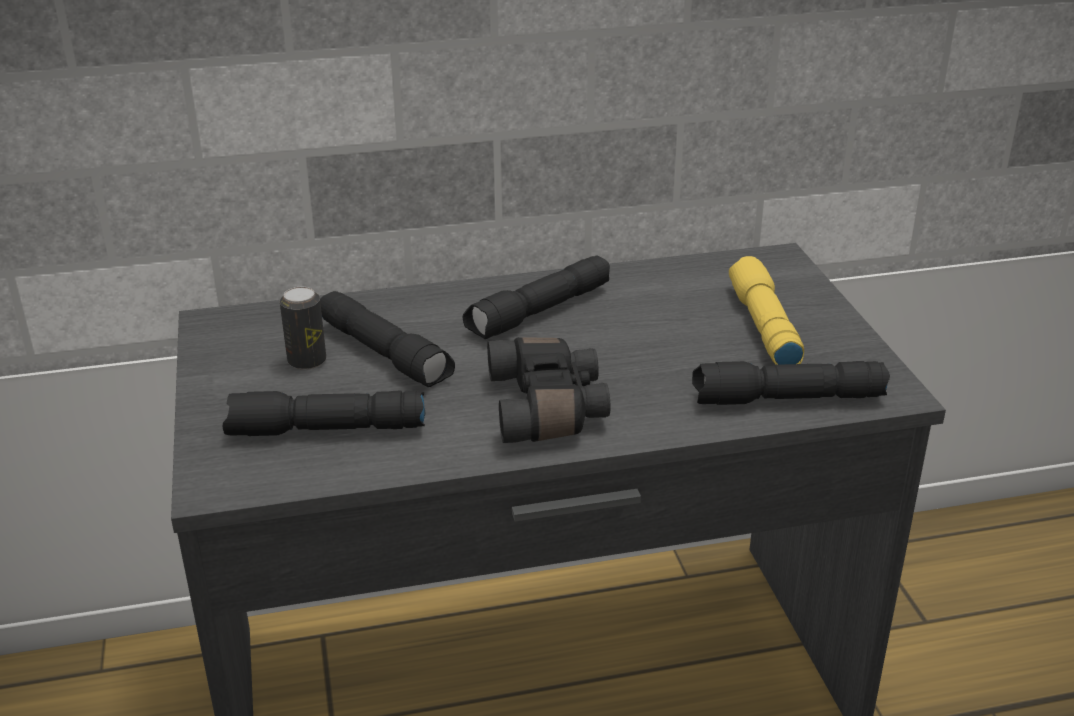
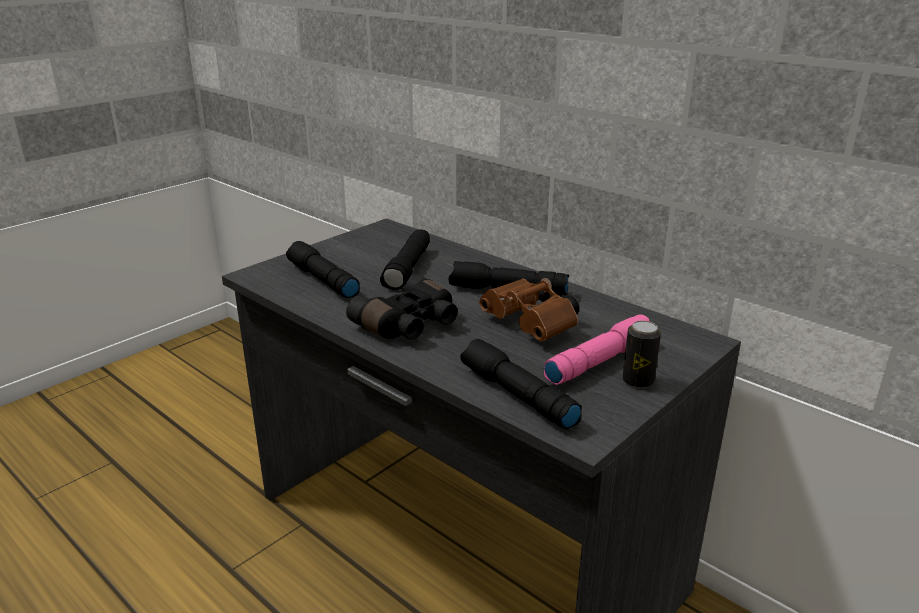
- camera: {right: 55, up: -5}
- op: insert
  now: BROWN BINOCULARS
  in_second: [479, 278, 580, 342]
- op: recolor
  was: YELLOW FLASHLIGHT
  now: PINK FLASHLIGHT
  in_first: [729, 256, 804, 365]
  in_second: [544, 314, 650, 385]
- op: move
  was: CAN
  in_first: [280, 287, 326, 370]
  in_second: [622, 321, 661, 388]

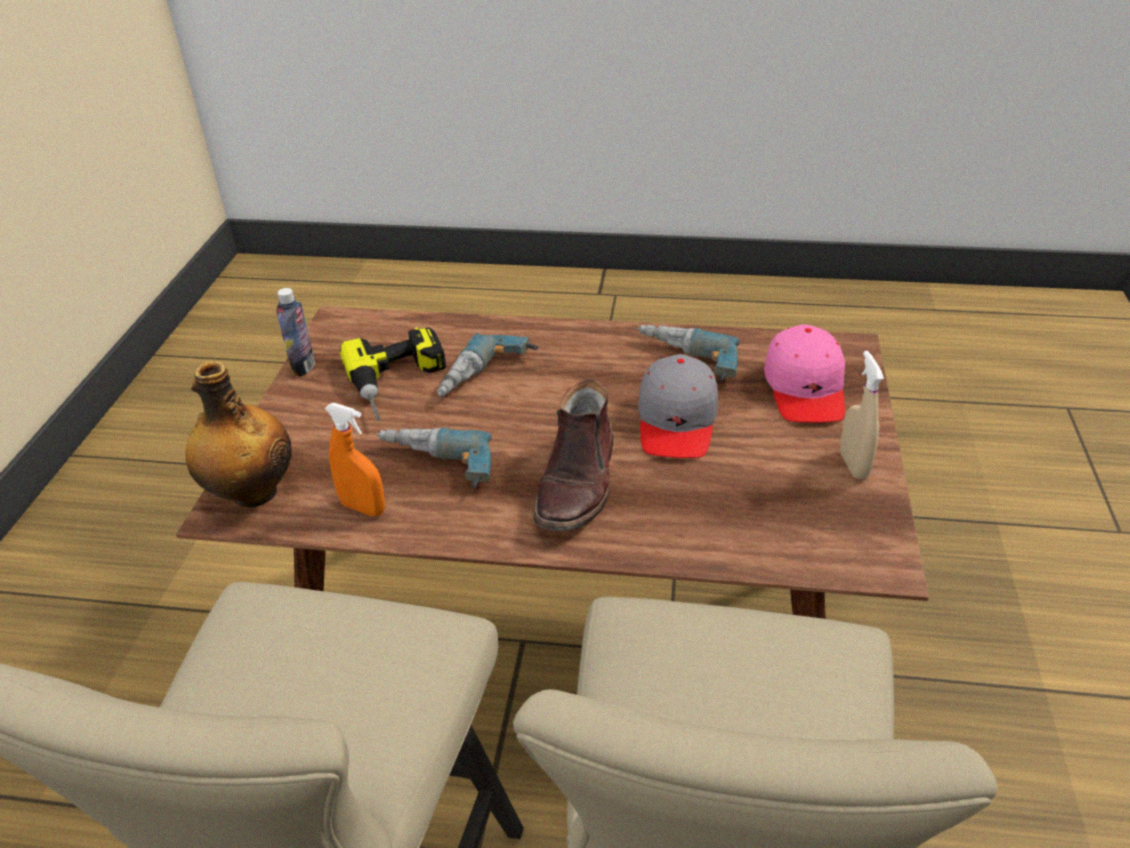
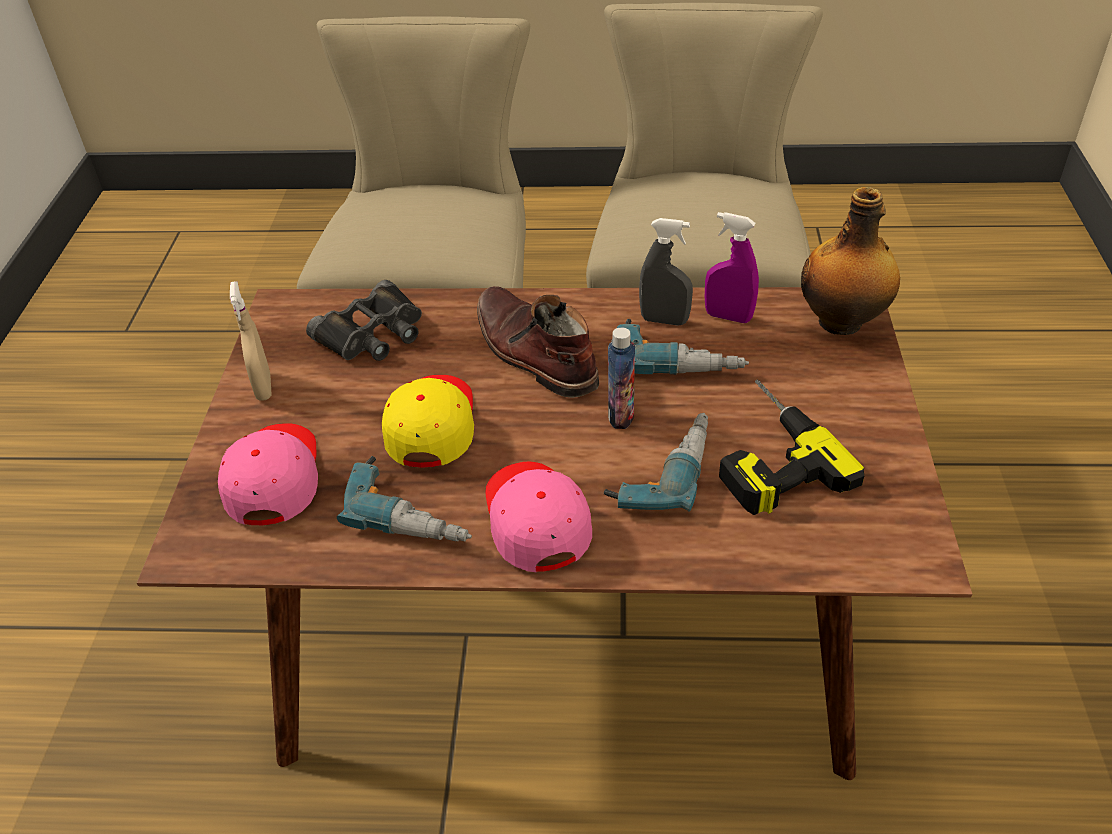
- camera: {right: 175, up: 5}
- op: insert
  now: BLACK BINOCULARS
  in_second: [306, 280, 422, 361]
- op: recolor
  was: GREY CAP
  now: YELLOW CAP
  in_first: [638, 354, 718, 458]
  in_second: [382, 375, 474, 468]
- op: rotate
  was: BROWN BOOT
  in_first: [533, 379, 613, 531]
  in_second: [477, 286, 599, 398]
  clockwise: -45
- op: insert
  now: PINK CAP
  in_second: [486, 462, 592, 572]
- op: move
  was: BOTTLE
  in_first: [276, 288, 315, 376]
  in_second: [608, 327, 635, 429]
- op: insert
  now: GREY SPRAY BOTTLE
  in_second: [639, 218, 693, 326]
- op: recolor
  was: ORANGE SPRAY BOTTLE
  now: PURPLE SPRAY BOTTLE
  in_first: [325, 402, 385, 516]
  in_second: [705, 212, 759, 323]

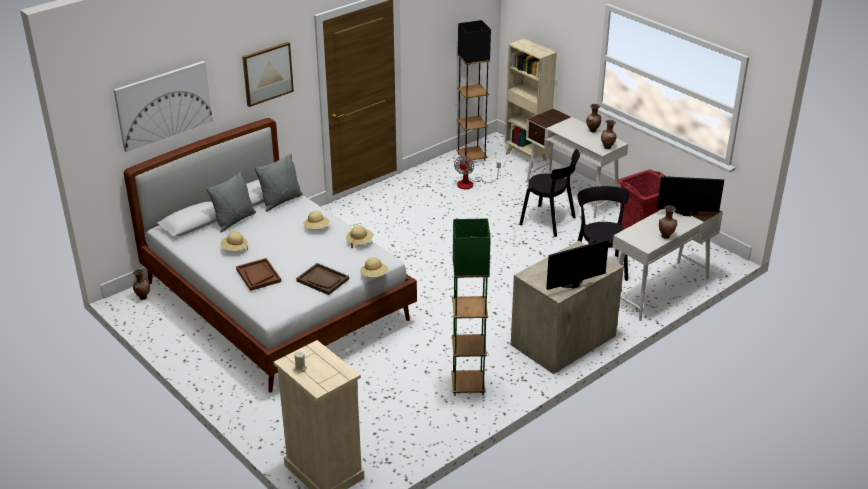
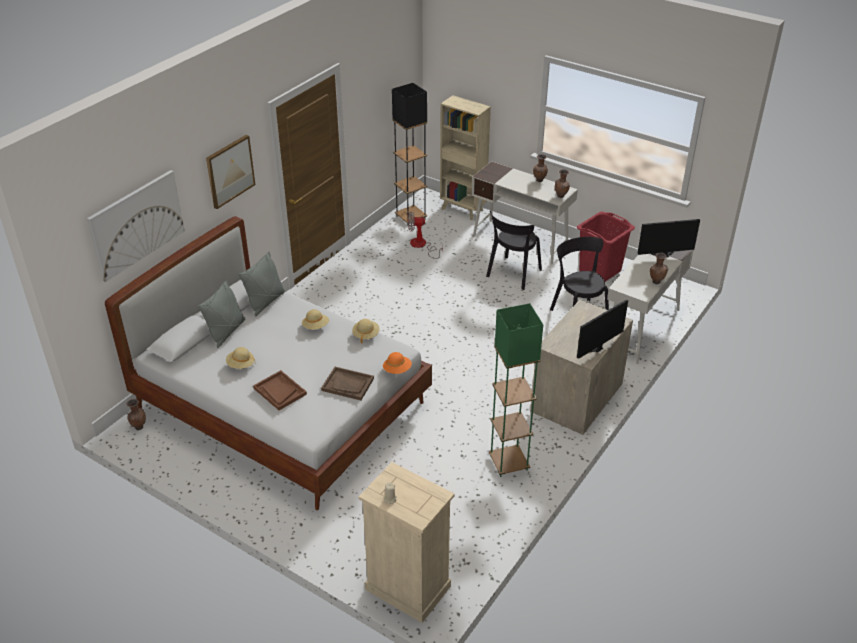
- camera: {right: -15, up: 5}
- op: recolor
  was: BEIGE HAT
  now: ORANGE HAT
  in_first: [360, 257, 388, 277]
  in_second: [383, 352, 412, 374]
- op: rotate
  was: FAN
  in_first: [454, 155, 501, 189]
  in_second: [408, 212, 443, 259]
  clockwise: 90
- op: rotate
  was: BLACK CHAIR
  in_first: [519, 149, 580, 237]
  in_second: [486, 211, 542, 290]
  clockwise: 105

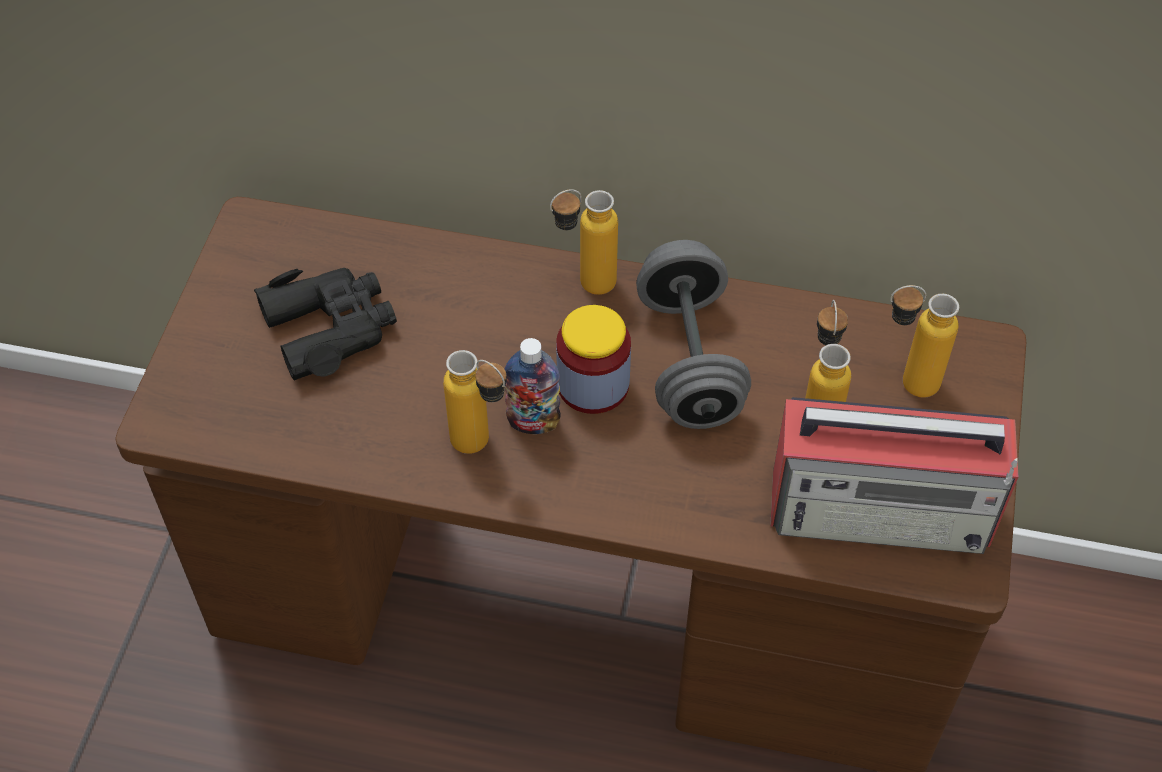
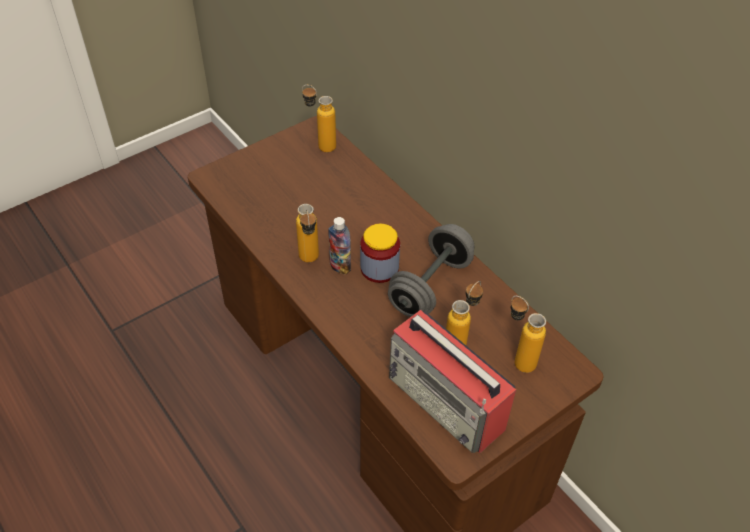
- camera: {right: 40, up: -5}
- op: move
  was: BOTTLE
  in_first: [550, 189, 618, 295]
  in_second: [302, 85, 336, 152]
- op: delete
  was: BLACK BINOCULARS
  in_first: [254, 268, 397, 380]

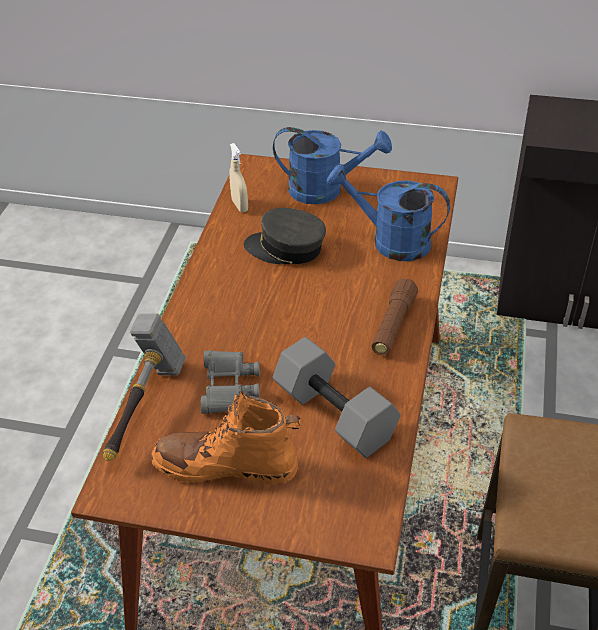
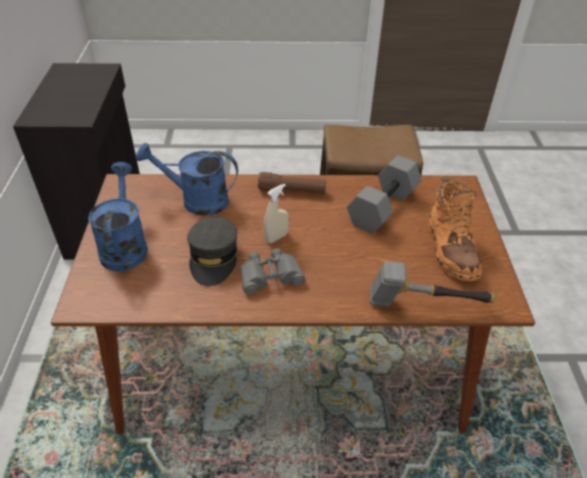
- camera: {right: -105, up: 0}
- op: rotate
  was: BLUE WATERING CAN
  in_first: [327, 164, 450, 261]
  in_second: [136, 143, 238, 216]
  clockwise: 90
- op: move
  was: GREY BINOCULARS
  in_first: [201, 350, 260, 414]
  in_second: [240, 248, 305, 295]
- op: move
  was: BEIGE SPRAY BOTTLE
  in_first: [229, 143, 248, 212]
  in_second: [264, 184, 289, 243]

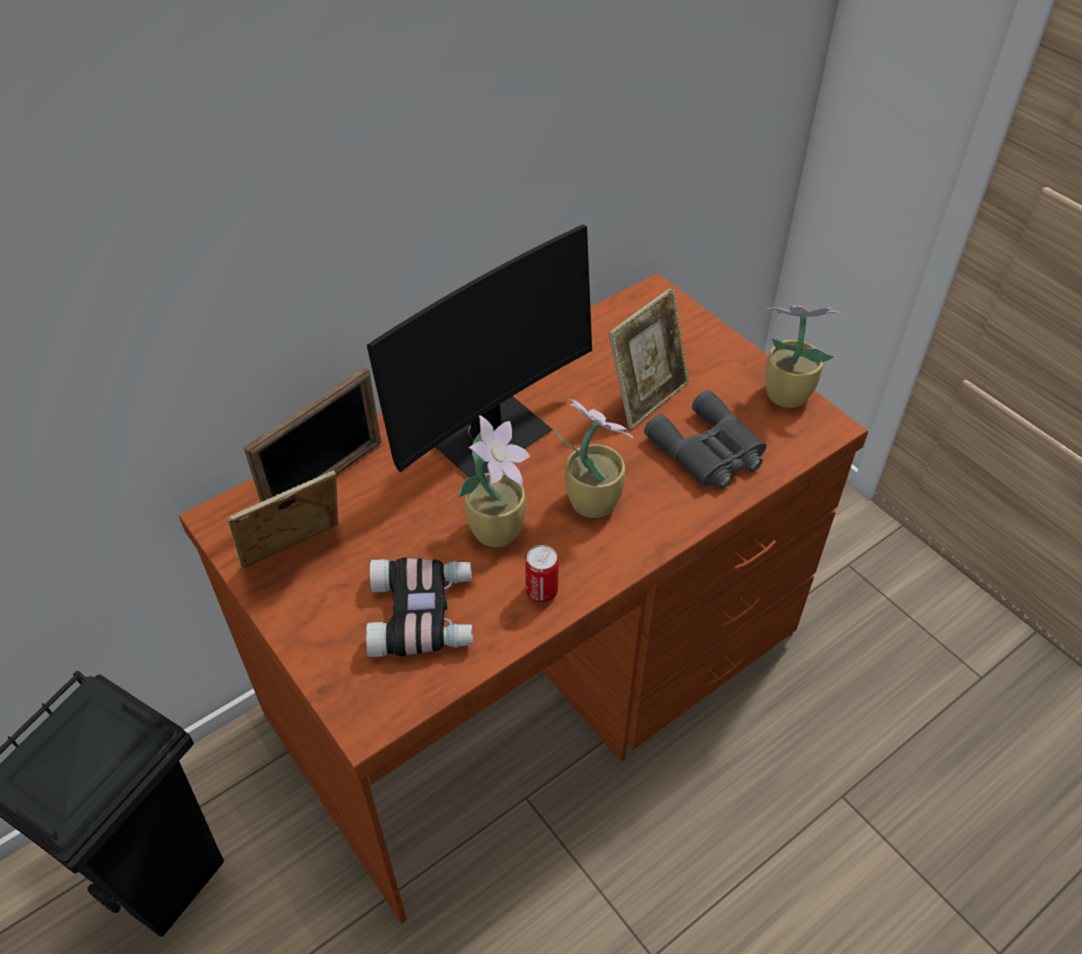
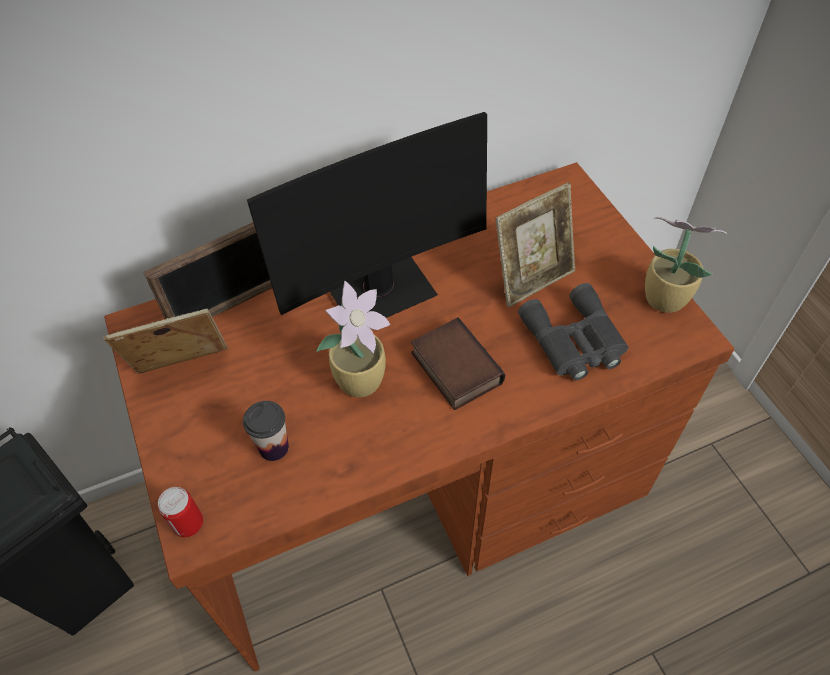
- camera: {right: 15, up: 5}
- op: move
  was: CAN
  in_first: [525, 545, 559, 603]
  in_second: [158, 487, 203, 537]
- op: replace
  was: BINOCULARS
  now: CUP
  in_first: [366, 558, 473, 657]
  in_second: [243, 401, 289, 461]
- op: replace
  was: POTTED PLANT
  now: BOOK
  in_first: [555, 399, 633, 518]
  in_second: [411, 317, 505, 410]

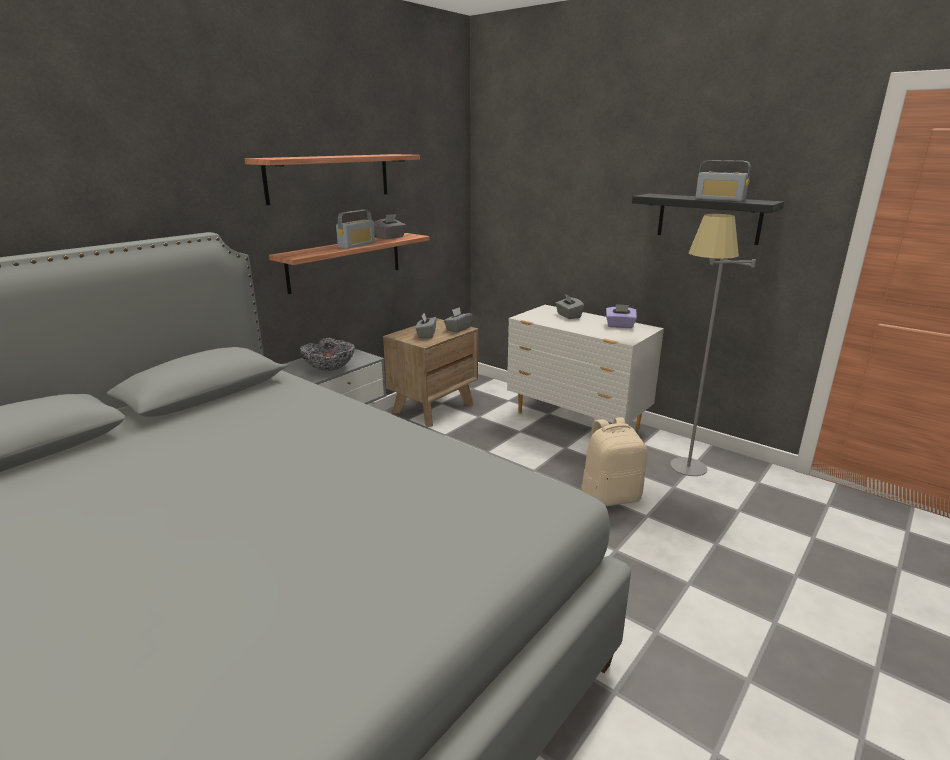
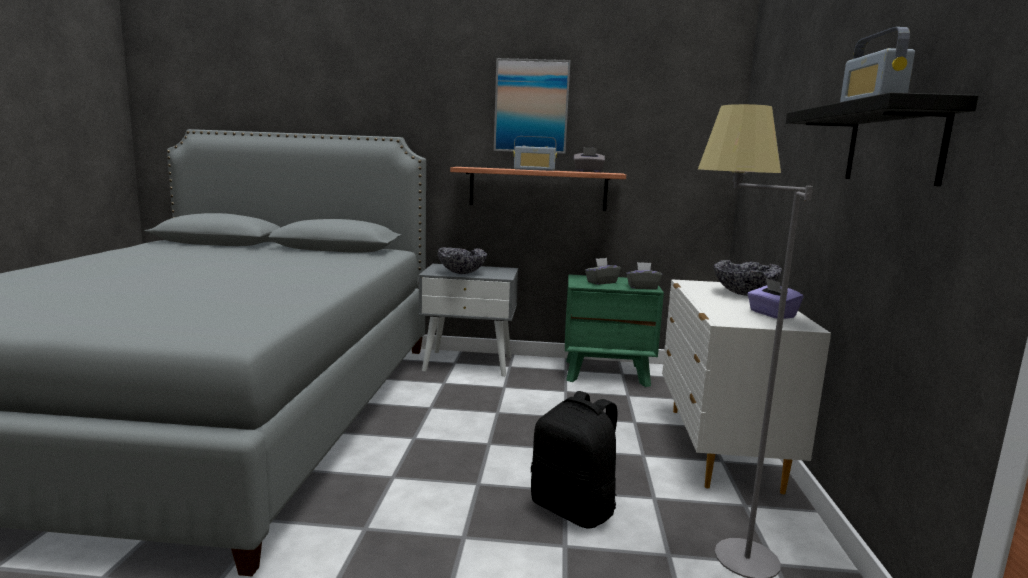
- camera: {right: 55, up: -10}
- op: replace
  was: SHELF
  now: PICTURE
  in_first: [245, 154, 420, 205]
  in_second: [494, 58, 571, 154]
- op: recolor
  was: BEIGE BACKPACK
  now: BLACK BACKPACK
  in_first: [581, 417, 647, 506]
  in_second: [531, 391, 618, 528]
- op: recolor
  was: BROWN NIGHTSTAND
  now: GREEN NIGHTSTAND
  in_first: [383, 318, 478, 427]
  in_second: [565, 274, 664, 387]
- op: replace
  was: GREY TISSUE BOX
  now: BOWL
  in_first: [555, 294, 584, 319]
  in_second: [713, 260, 782, 296]

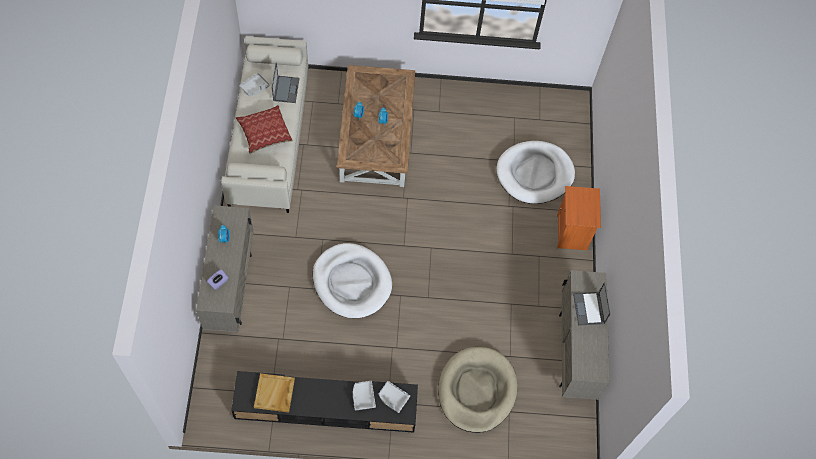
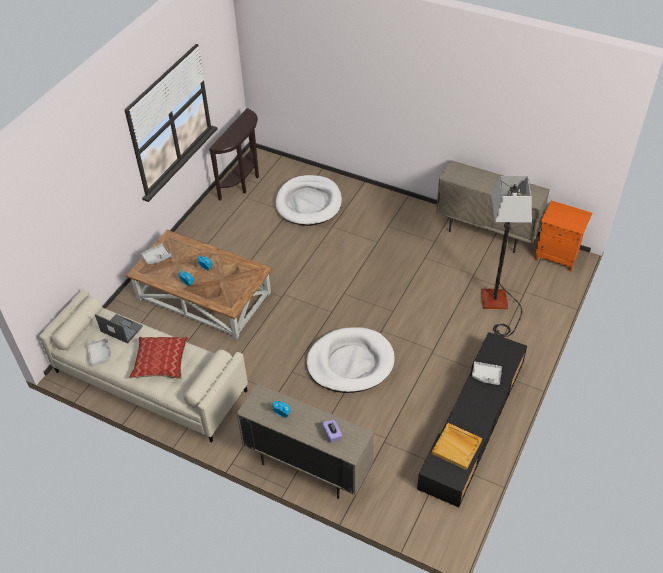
- camera: {right: -60, up: -15}
- op: move
  was: GREY TRAY
  in_first: [378, 381, 410, 413]
  in_second: [141, 243, 171, 264]
- op: insert
  now: BROWN CONSOLE TABLE
  in_second: [209, 108, 259, 201]
- op: replace
  was: BEIGE DOG BED
  now: FLOOR LAMP
  in_first: [438, 347, 517, 433]
  in_second: [481, 176, 532, 337]
- op: move
  was: ORANGE NIGHTSTAND
  in_first: [557, 186, 601, 250]
  in_second: [534, 201, 592, 272]
- op: delete
  was: LAPTOP
  in_first: [573, 282, 610, 326]

